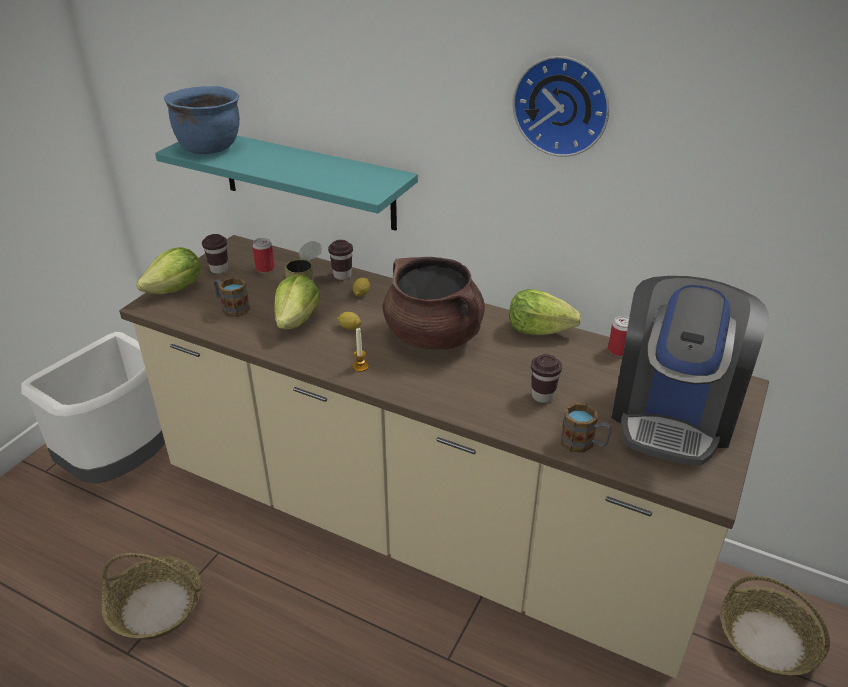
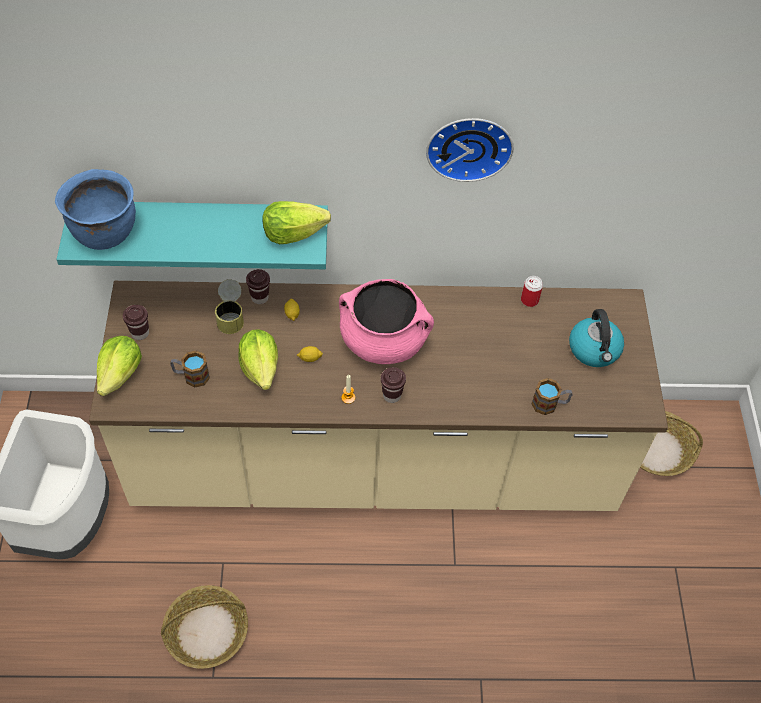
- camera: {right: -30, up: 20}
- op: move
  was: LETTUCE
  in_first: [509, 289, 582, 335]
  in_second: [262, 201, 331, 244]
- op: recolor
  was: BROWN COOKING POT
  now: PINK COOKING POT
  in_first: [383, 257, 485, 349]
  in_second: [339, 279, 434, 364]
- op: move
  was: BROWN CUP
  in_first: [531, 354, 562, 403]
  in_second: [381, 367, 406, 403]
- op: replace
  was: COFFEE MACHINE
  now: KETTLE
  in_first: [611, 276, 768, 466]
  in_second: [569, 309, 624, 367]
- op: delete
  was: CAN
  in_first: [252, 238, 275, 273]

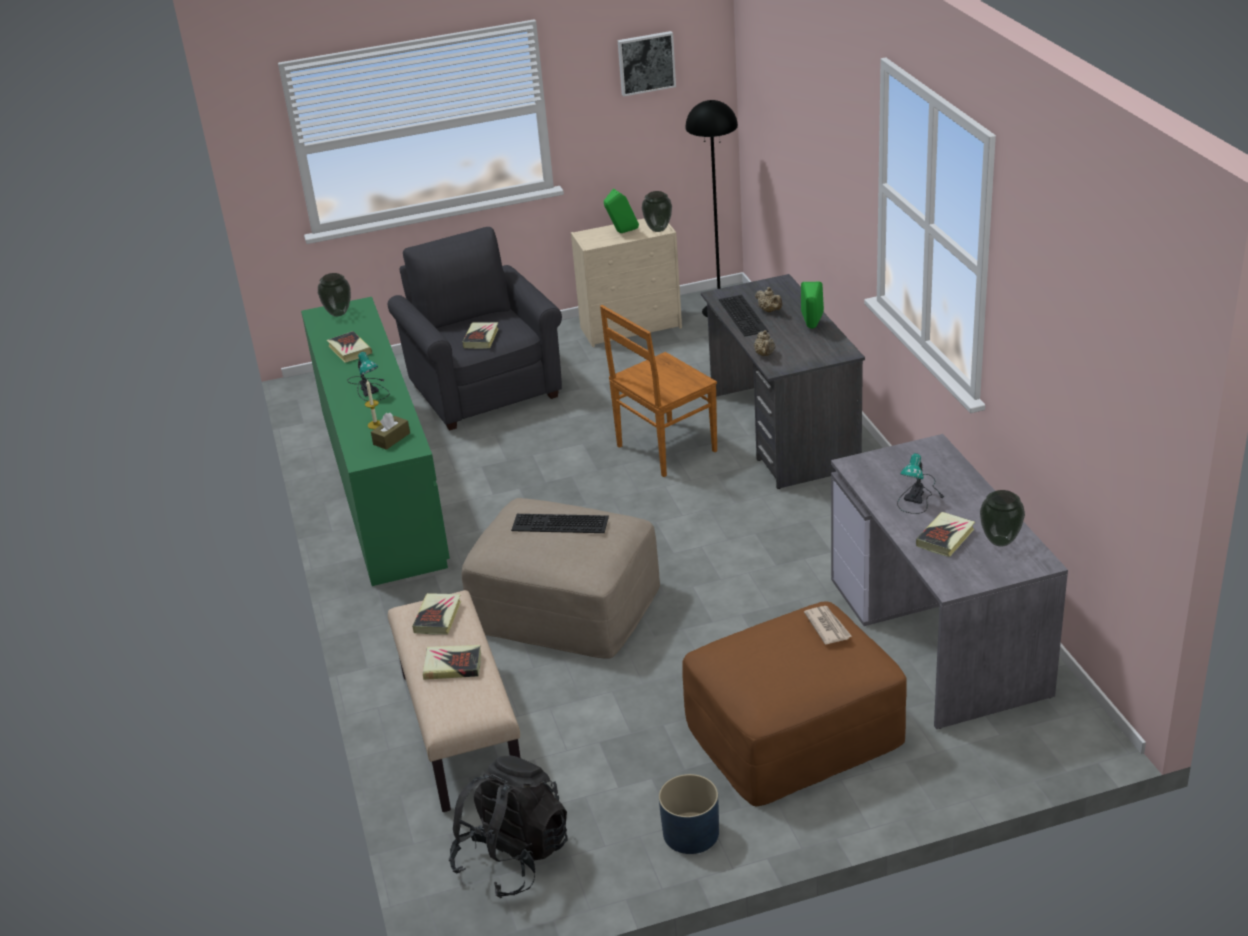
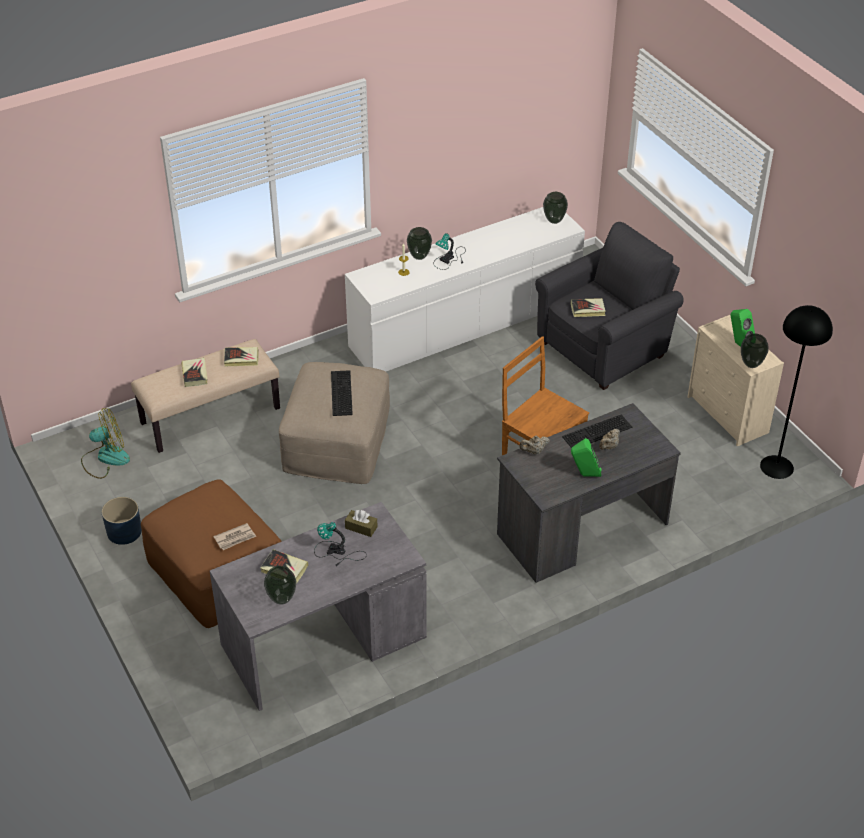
- camera: {right: 75, up: 10}
- op: replace
  was: BLACK BACKPACK
  now: FAN
  in_first: [449, 755, 568, 898]
  in_second: [81, 408, 130, 479]
- op: recolor
  was: GREEN DRESSER
  now: WHITE DRESSER
  in_first: [301, 297, 450, 586]
  in_second: [345, 207, 585, 371]
- op: move
  was: BROWN TISSUE BOX
  in_first: [371, 413, 410, 450]
  in_second: [345, 510, 378, 537]
- op: insert
  now: VASE
  in_second: [407, 227, 432, 260]
- op: delete
  was: BOOK
  in_first: [327, 331, 372, 363]
- op: delete
  was: PICTURE
  in_first: [618, 31, 676, 96]

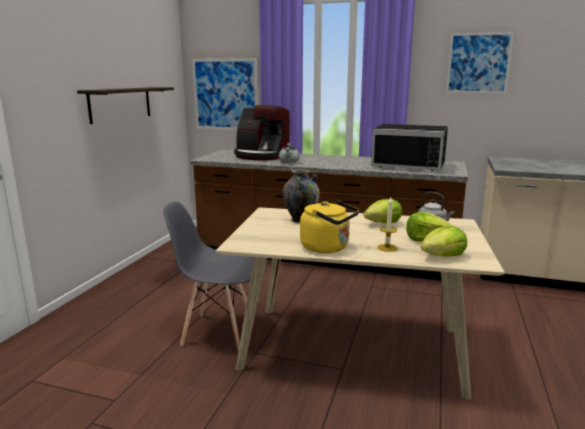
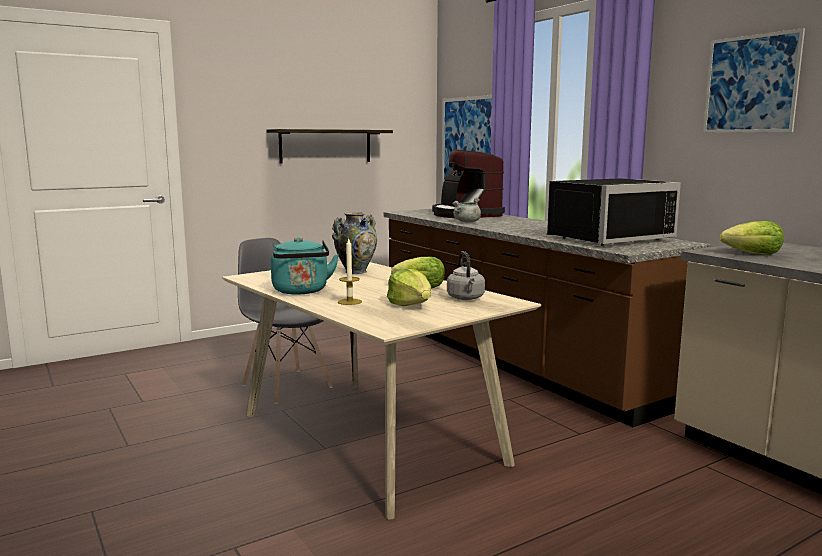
- camera: {right: 40, up: -5}
- op: recolor
  was: YELLOW KETTLE
  now: TURQUOISE KETTLE
  in_first: [300, 200, 359, 253]
  in_second: [271, 237, 339, 294]
- op: rotate
  was: BLACK MICROWAVE
  in_first: [371, 124, 448, 171]
  in_second: [547, 178, 681, 246]
  clockwise: -90
- op: move
  was: LETTUCE
  in_first: [420, 226, 467, 257]
  in_second: [720, 221, 784, 255]

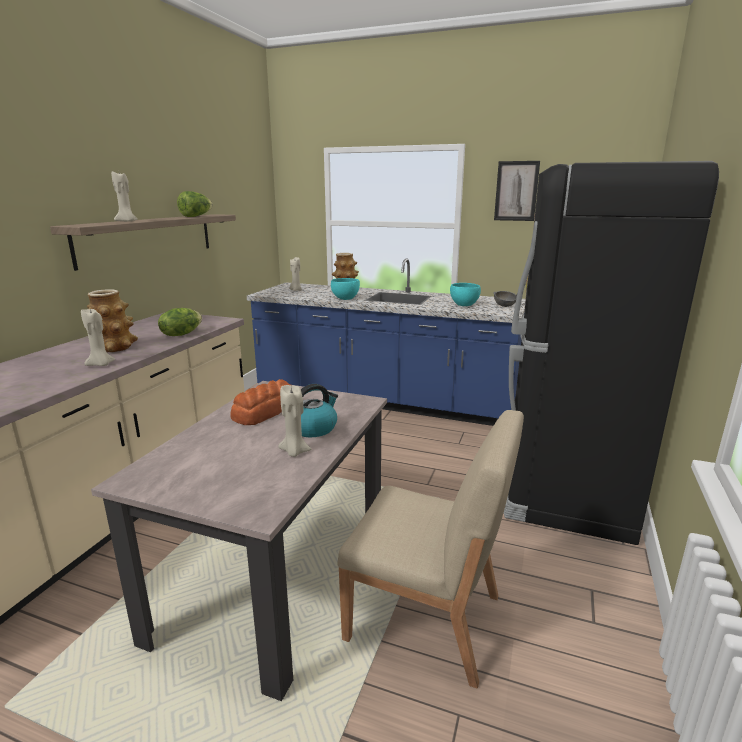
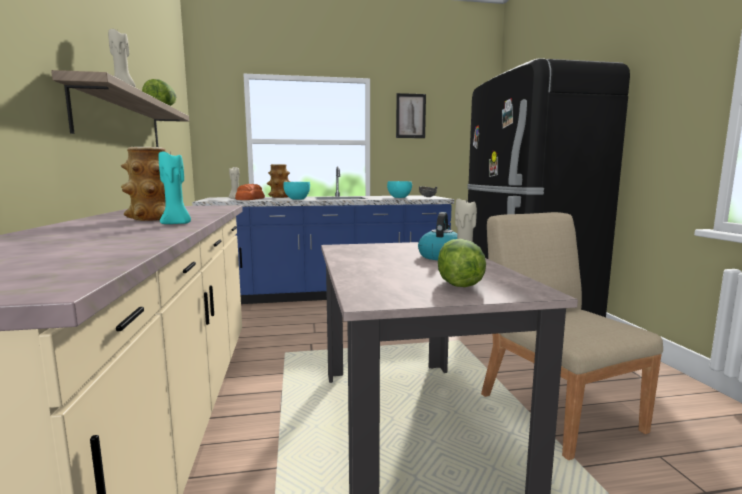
- camera: {right: -30, up: -10}
- op: recolor
  was: BEIGE CANDLE
  now: TURQUOISE CANDLE
  in_first: [81, 309, 115, 366]
  in_second: [159, 151, 191, 224]
- op: move
  was: BREAD
  in_first: [230, 379, 291, 425]
  in_second: [235, 184, 265, 200]
- op: move
  was: LETTUCE
  in_first: [158, 308, 202, 336]
  in_second: [438, 239, 486, 287]
- op: rotate
  was: BEIGE CHAIR
  in_first: [338, 410, 524, 688]
  in_second: [481, 212, 663, 460]
  clockwise: -105

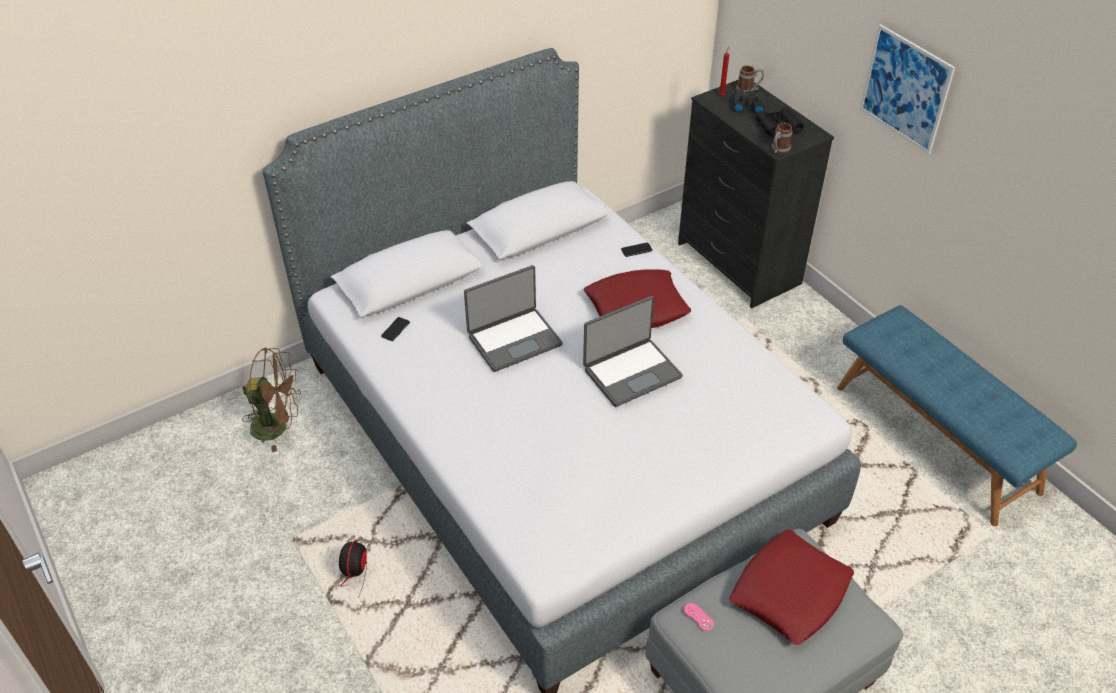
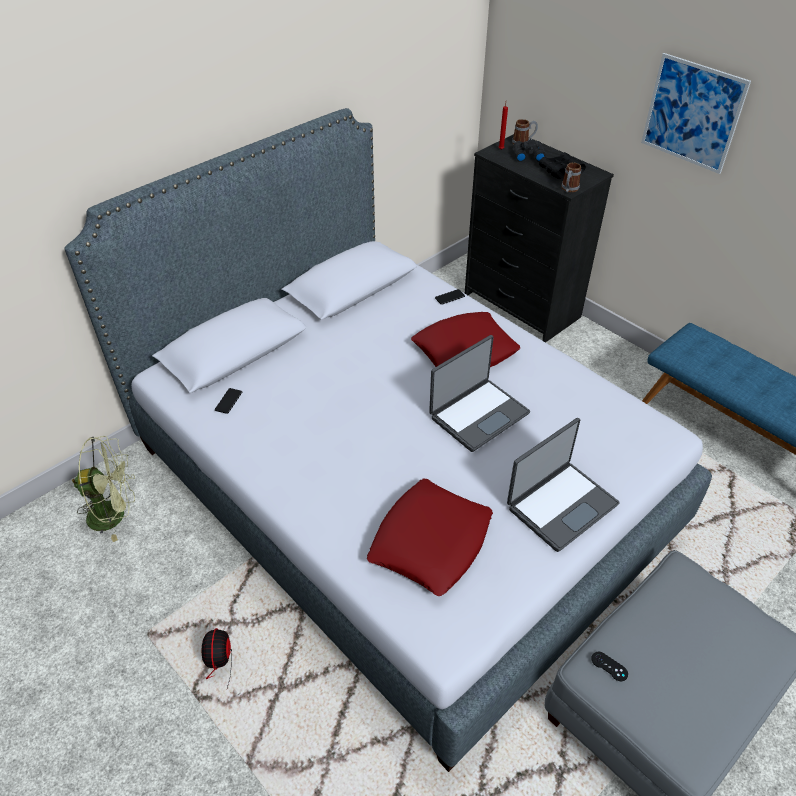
- camera: {right: -10, up: 0}
- op: recolor
  was: BROWN FAN
  now: GREEN FAN
  in_first: [242, 348, 301, 452]
  in_second: [72, 436, 135, 542]
- op: move
  was: RED PILLOW
  in_first: [729, 529, 854, 645]
  in_second: [367, 479, 493, 596]
- op: move
  was: LAPTOP
  in_first: [464, 265, 563, 372]
  in_second: [507, 418, 620, 552]
- op: recolor
  was: PINK GAME CONTROLLER
  now: BLACK GAME CONTROLLER
  in_first: [684, 603, 714, 631]
  in_second: [591, 651, 628, 681]

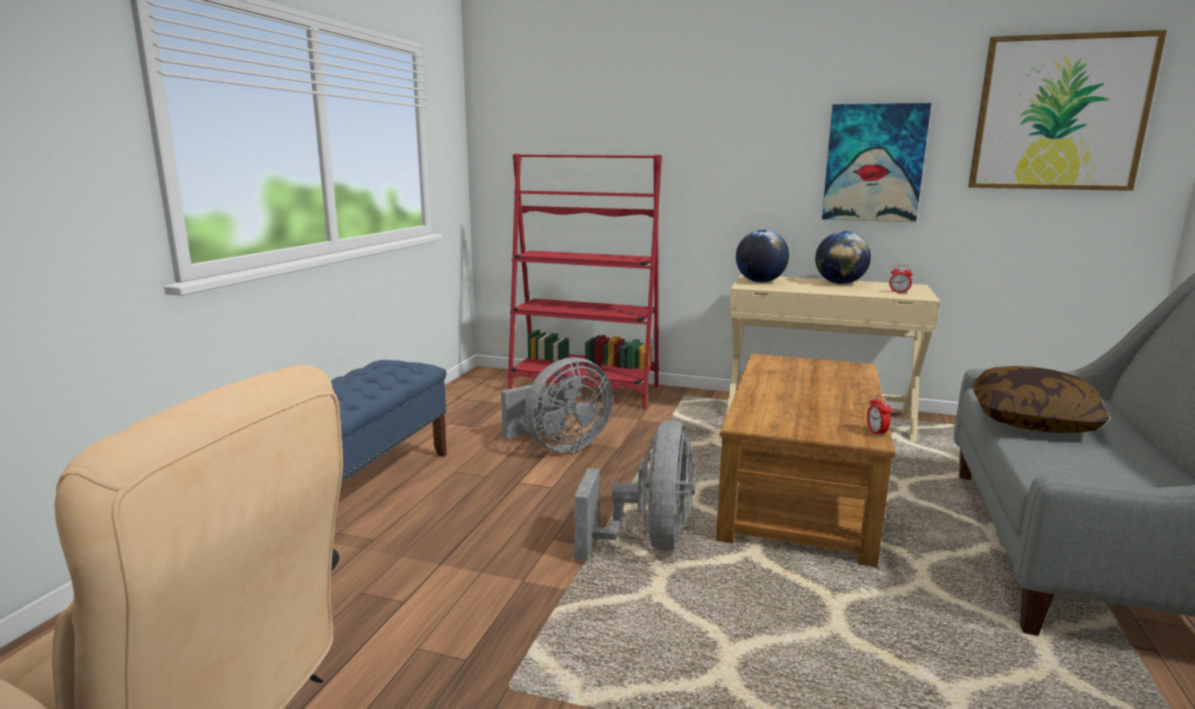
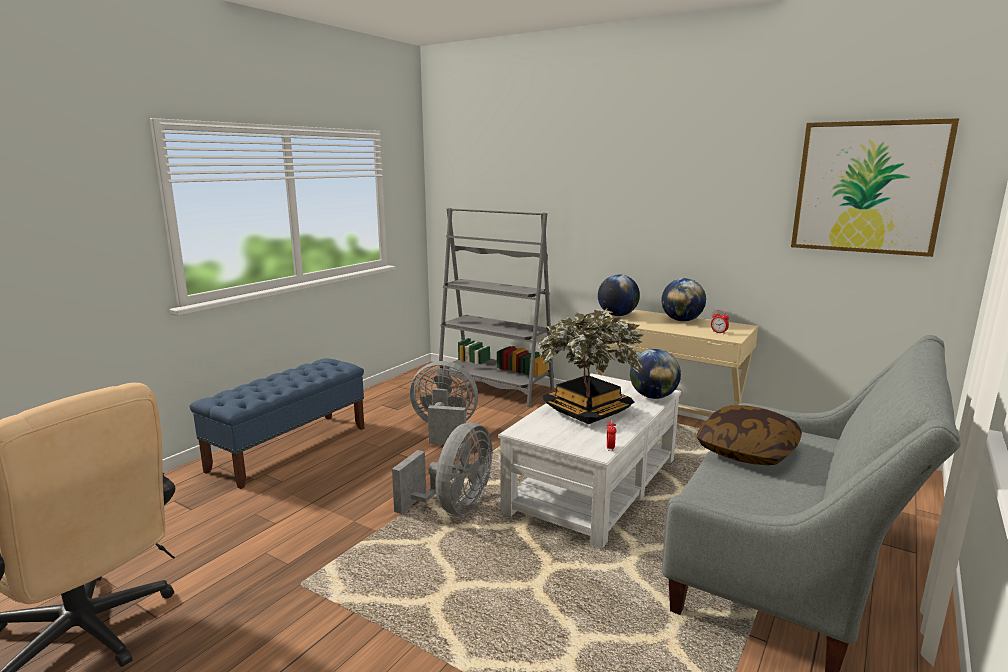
- camera: {right: 15, up: 0}
- op: rotate
  was: GREY FAN
  in_first: [501, 357, 613, 453]
  in_second: [410, 361, 478, 445]
  clockwise: -150
- op: recolor
  was: RED BOOKCASE
  now: GREY BOOKCASE
  in_first: [508, 154, 662, 409]
  in_second: [437, 208, 554, 407]
- op: recolor
  was: BROWN COFFEE TABLE
  now: WHITE COFFEE TABLE
  in_first: [716, 354, 896, 568]
  in_second: [498, 373, 681, 549]
- op: insert
  now: POTTED PLANT
  in_second: [538, 308, 644, 424]
- op: insert
  now: GLOBE
  in_second: [630, 349, 681, 399]
- op: delete
  was: PICTURE
  in_first: [822, 103, 931, 222]

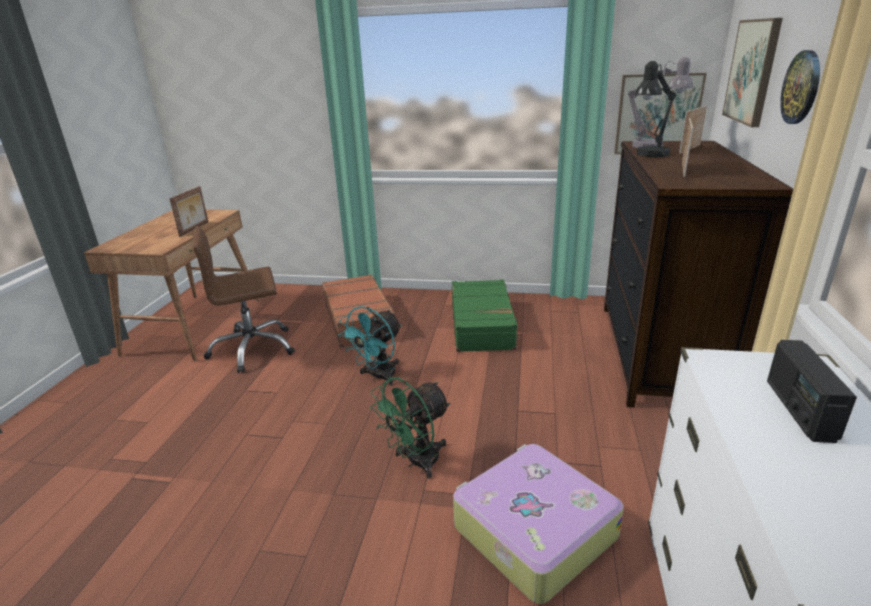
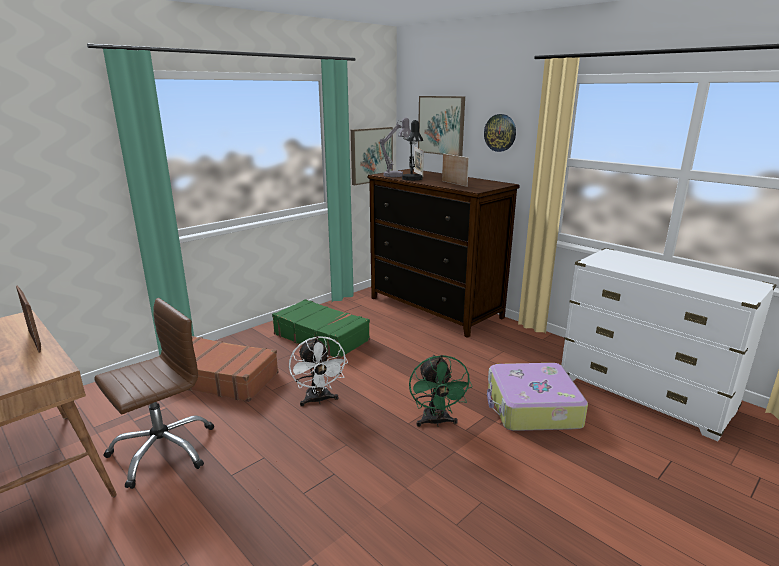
- camera: {right: -55, up: -5}
- op: rotate
  was: BROWN OFFICE CHAIR
  in_first: [193, 226, 295, 373]
  in_second: [94, 298, 214, 489]
  clockwise: -150
- op: recolor
  was: TURQUOISE FAN
  now: WHITE FAN
  in_first: [338, 306, 402, 385]
  in_second: [289, 336, 348, 407]
- op: delete
  was: RADIO
  in_first: [767, 340, 857, 443]

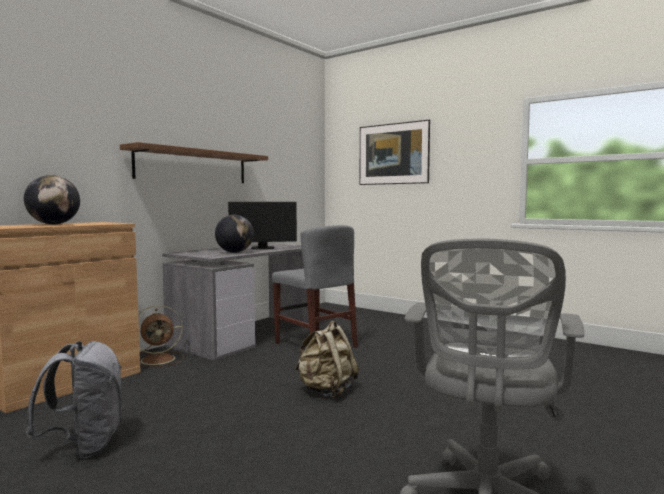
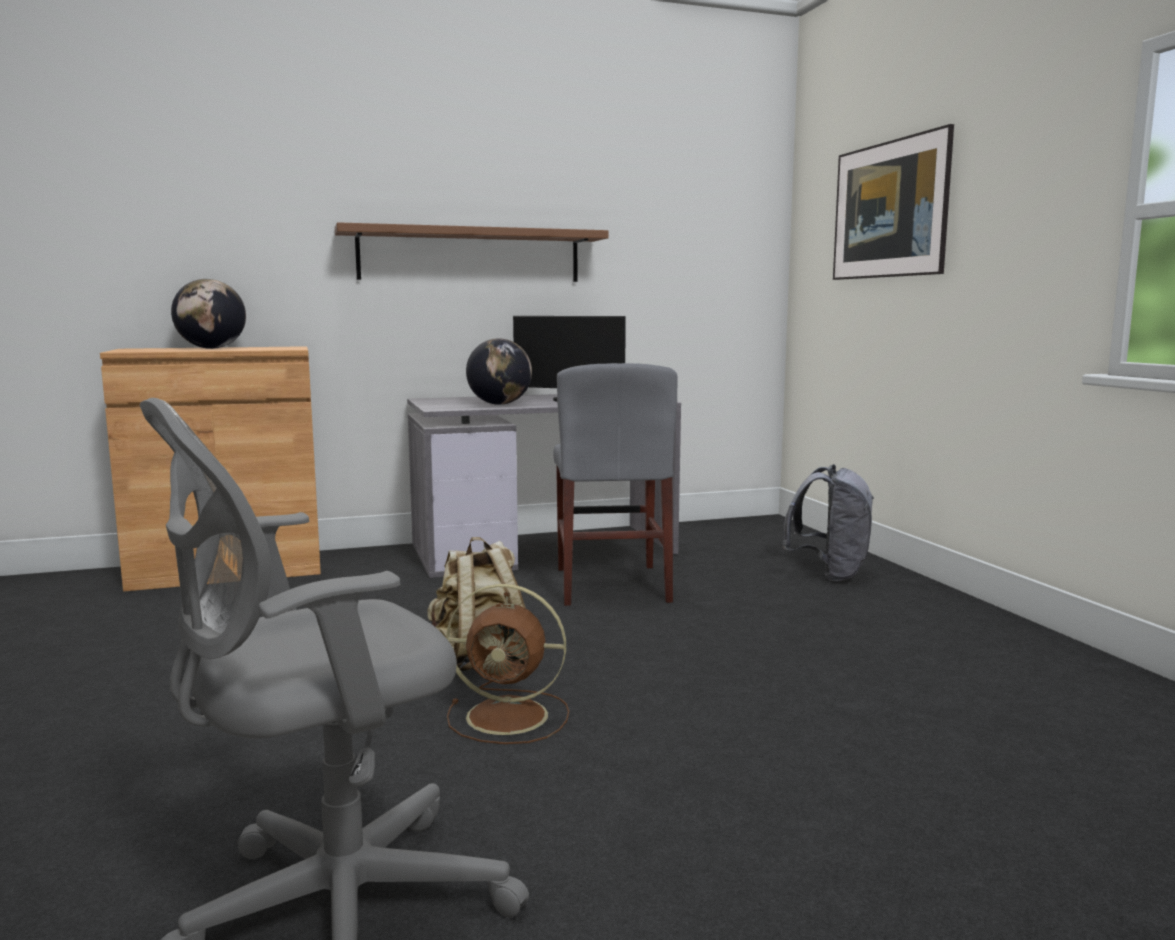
- camera: {right: 35, up: 5}
- op: move
  was: BROWN FAN
  in_first: [138, 305, 184, 367]
  in_second: [446, 584, 569, 744]
- op: move
  was: GREY BACKPACK
  in_first: [26, 341, 122, 458]
  in_second: [782, 464, 874, 581]

